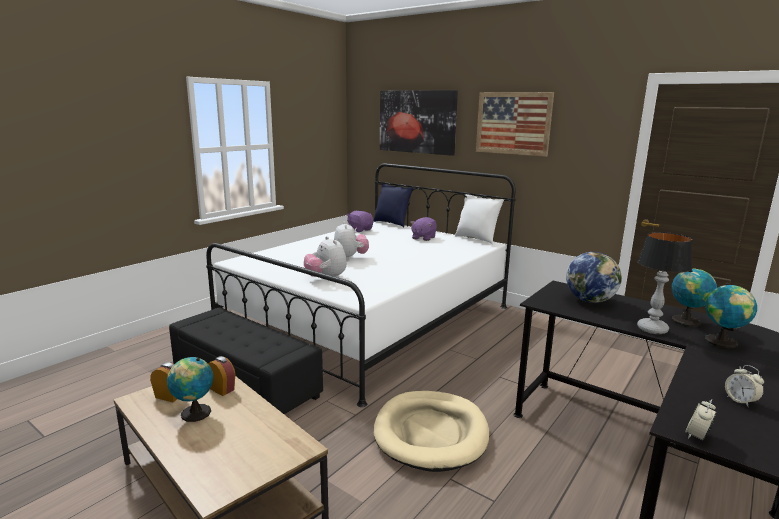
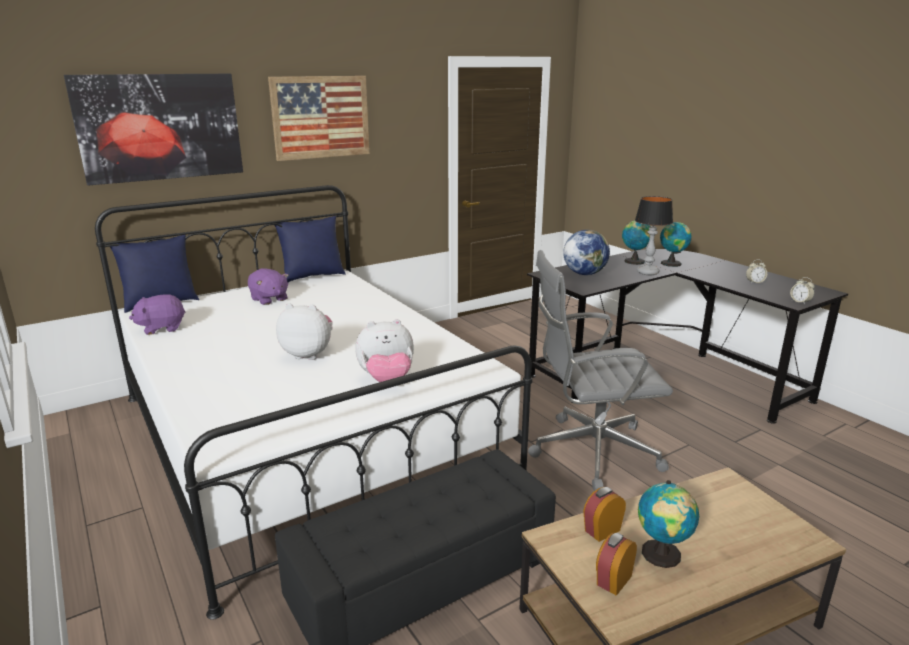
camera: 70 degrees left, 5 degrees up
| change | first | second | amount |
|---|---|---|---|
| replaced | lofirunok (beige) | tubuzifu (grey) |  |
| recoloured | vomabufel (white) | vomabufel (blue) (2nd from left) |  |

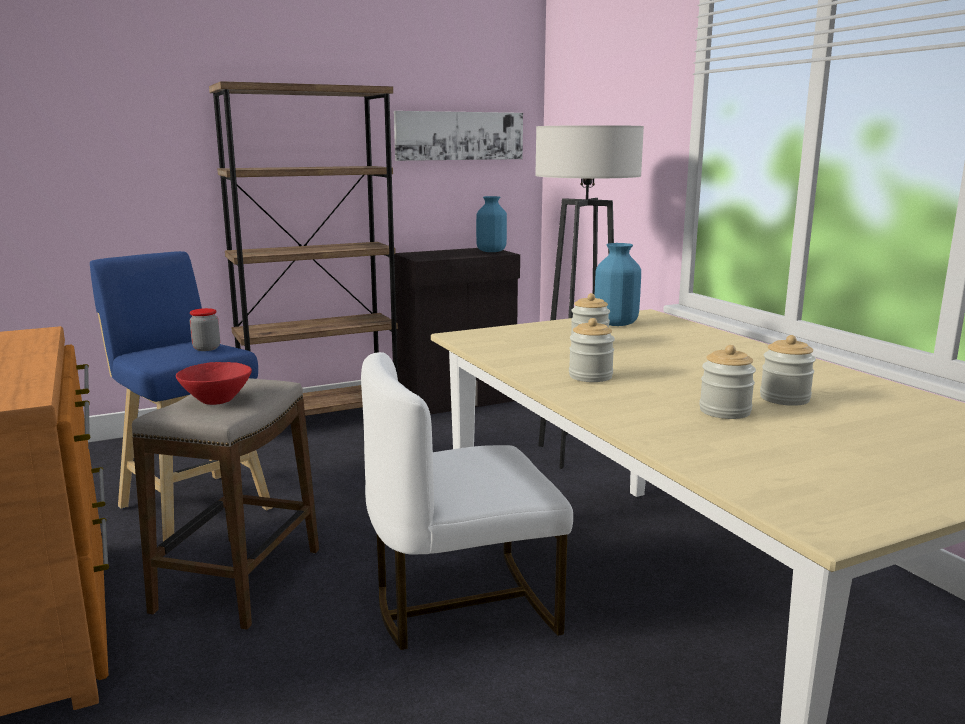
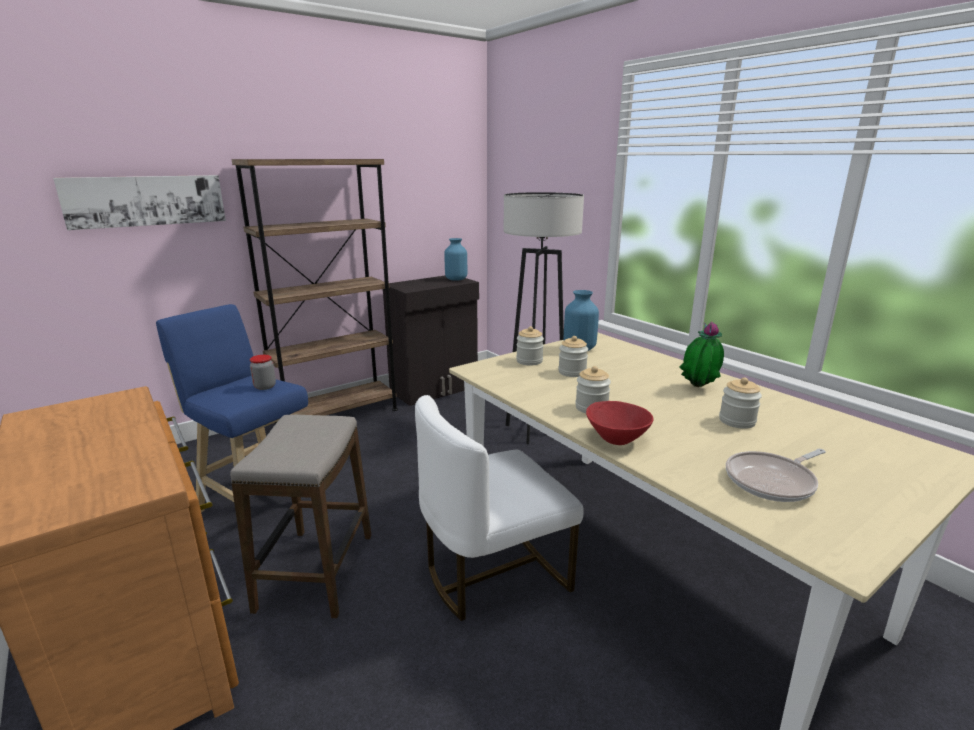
camera: 10 degrees left, 5 degrees up
| change | first | second | amount |
|---|---|---|---|
| moved | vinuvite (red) |  |  |
| moved | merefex |  |  |
| moved | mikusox (4th from left in the first image) | mikusox (2nd from left) |  |
| added |  | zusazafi |  |
| added |  | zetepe |  |

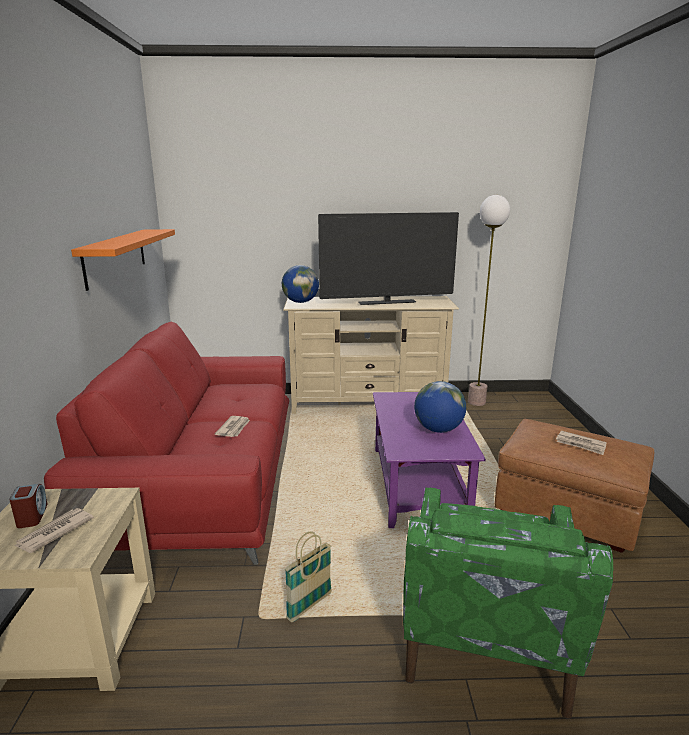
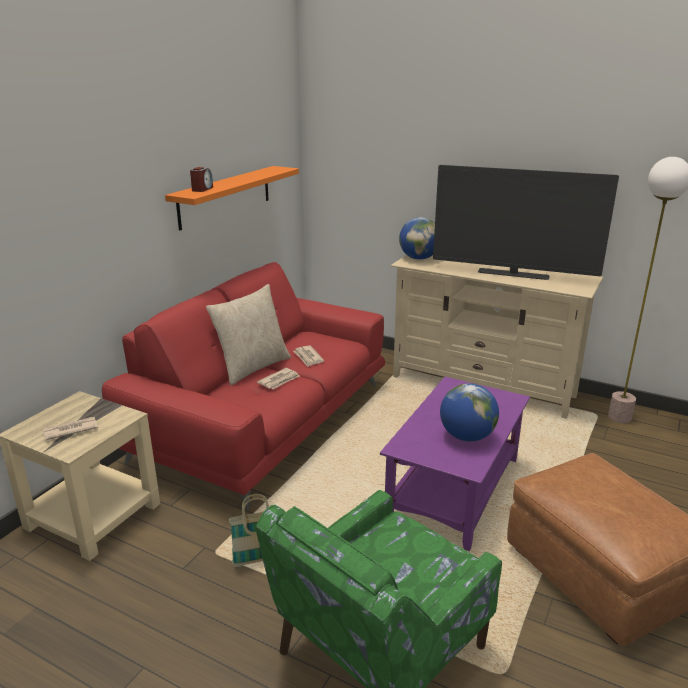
camera: 30 degrees right, 5 degrees up
| change | first | second | amount |
|---|---|---|---|
| moved | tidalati |  |  |
| moved | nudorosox (3rd from left) |  |  |
| added |  | vomabufel (beige) |  |

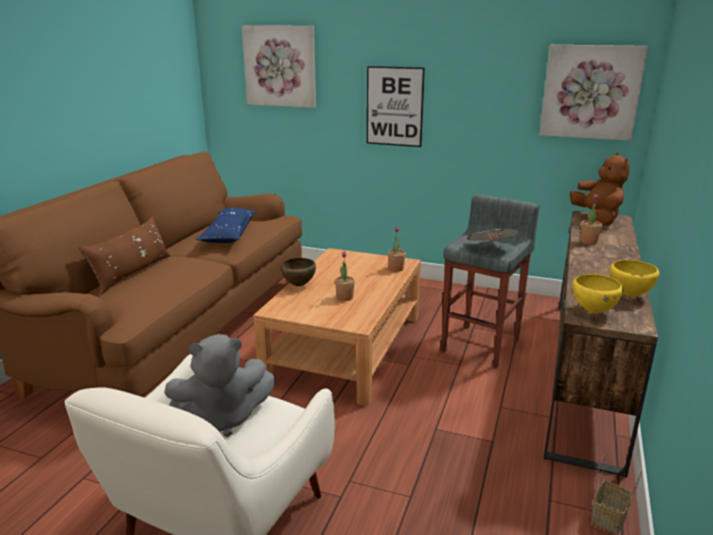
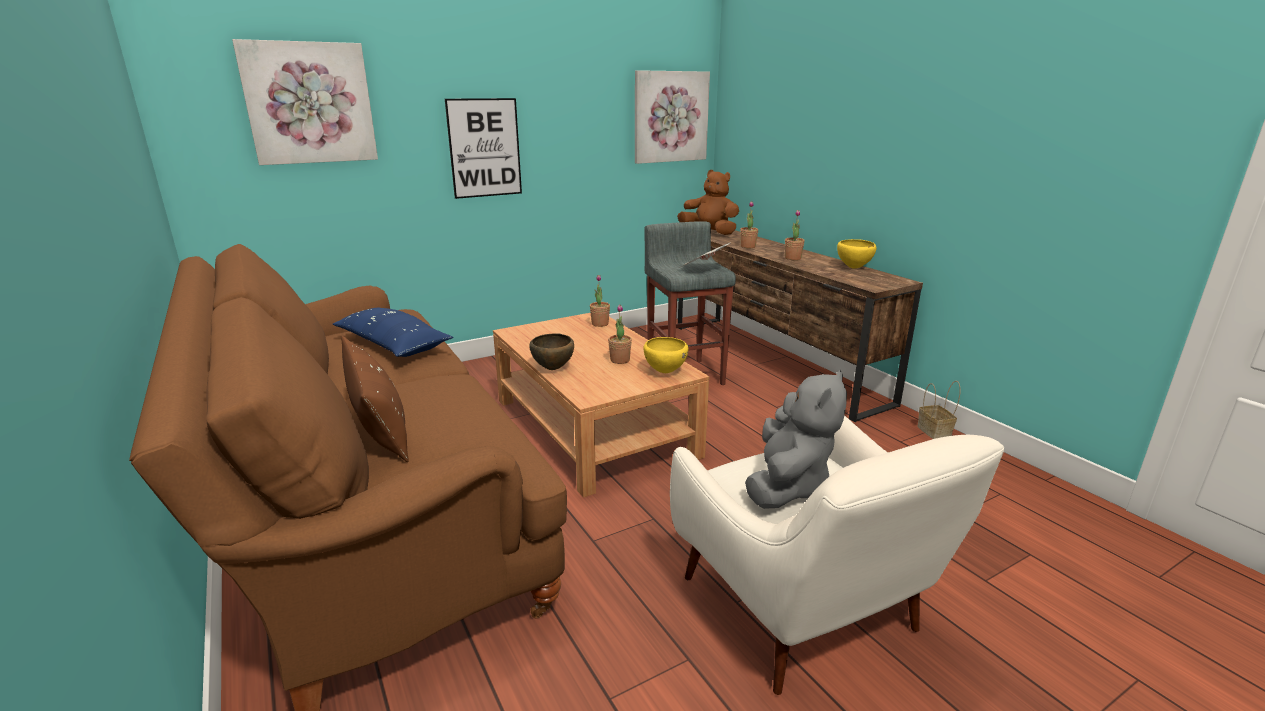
camera: 50 degrees left, 0 degrees up
| change | first | second | amount |
|---|---|---|---|
| moved | vinuvite (yellow) (1st from left) |  |  |
| added |  | zusazafi (4th from left) |  |

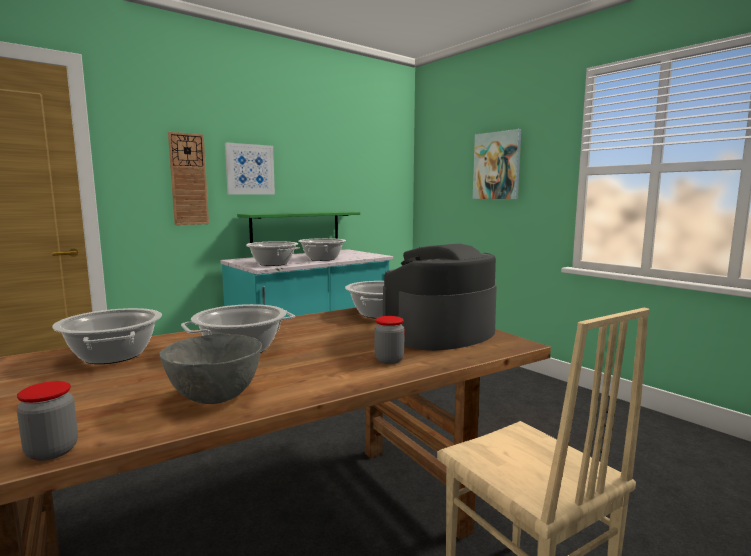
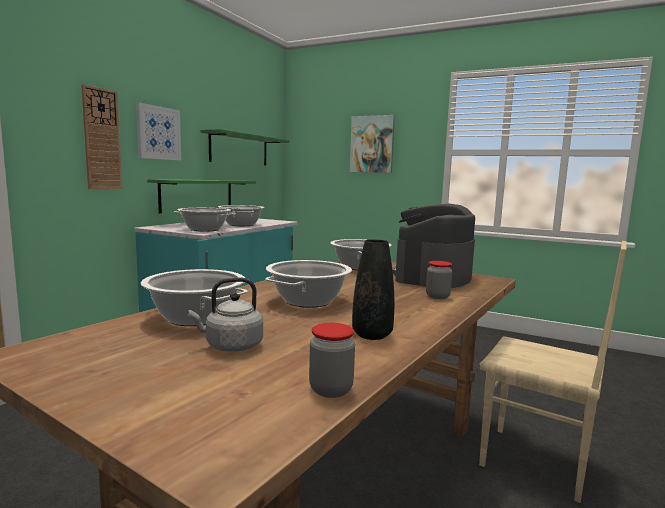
camera: 25 degrees left, 0 degrees up
| change | first | second | amount |
|---|---|---|---|
| replaced | vinuvite (grey) | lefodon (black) |  |
| added |  | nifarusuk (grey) |  |
| added |  | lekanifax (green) (2nd from left) |  |

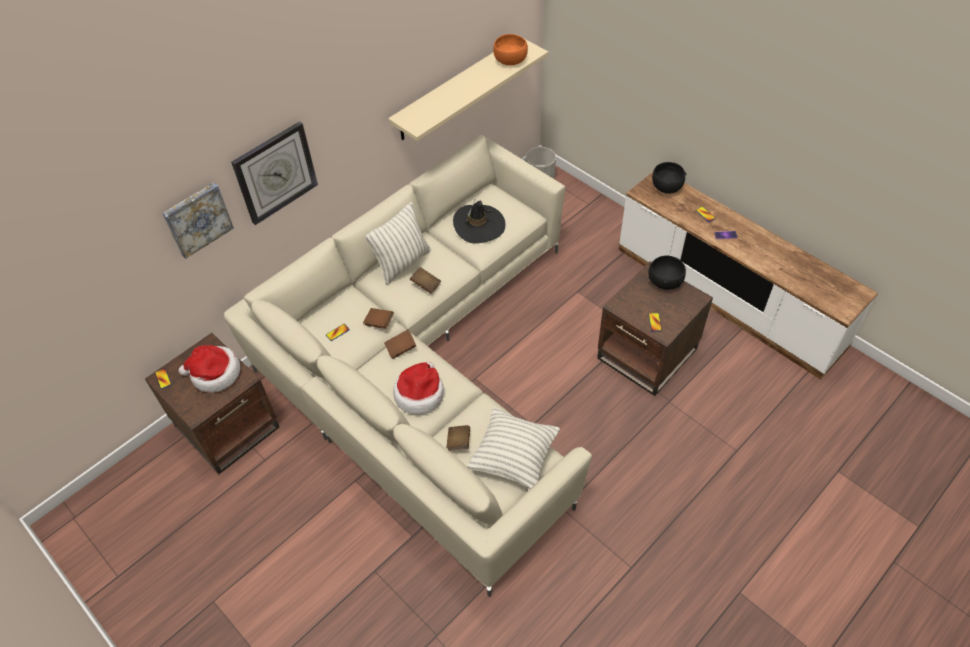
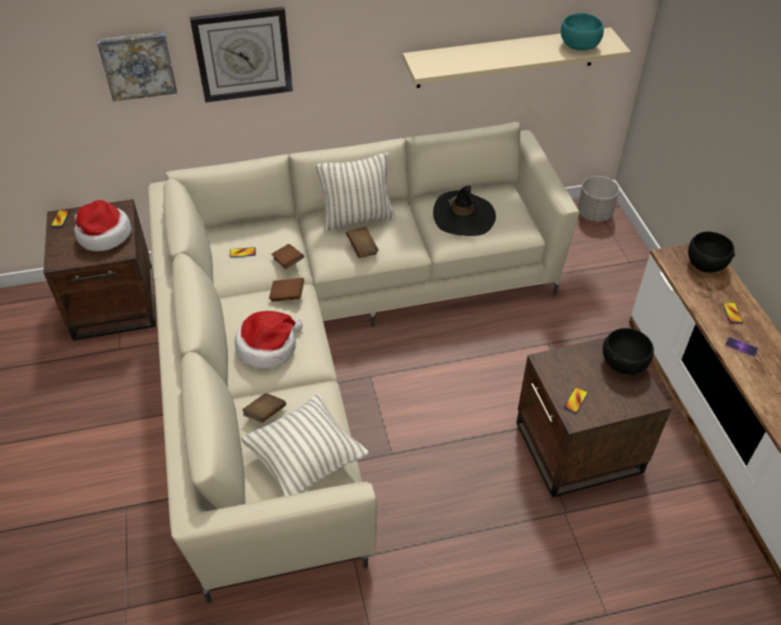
camera: 30 degrees right, 5 degrees down
| change | first | second | amount |
|---|---|---|---|
| recoloured | vinuvite (orange) | vinuvite (turquoise) |  |

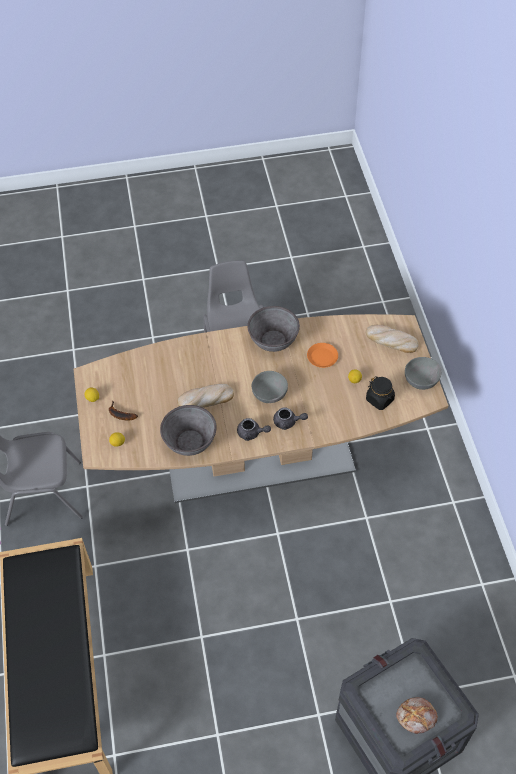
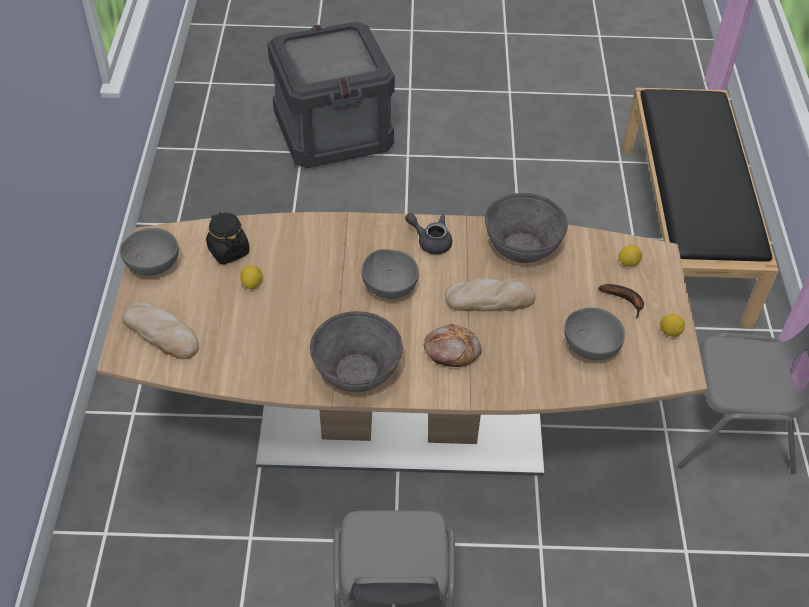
camera: 170 degrees left, 5 degrees down
| change | first | second | amount |
|---|---|---|---|
| removed | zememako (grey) (2nd from left) |  |  |
| removed | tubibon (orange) |  |  |
| moved | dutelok (3rd from left in the first image) | dutelok (2nd from left) |  |
| added |  | vinuvite (grey) (5th from left) |  |

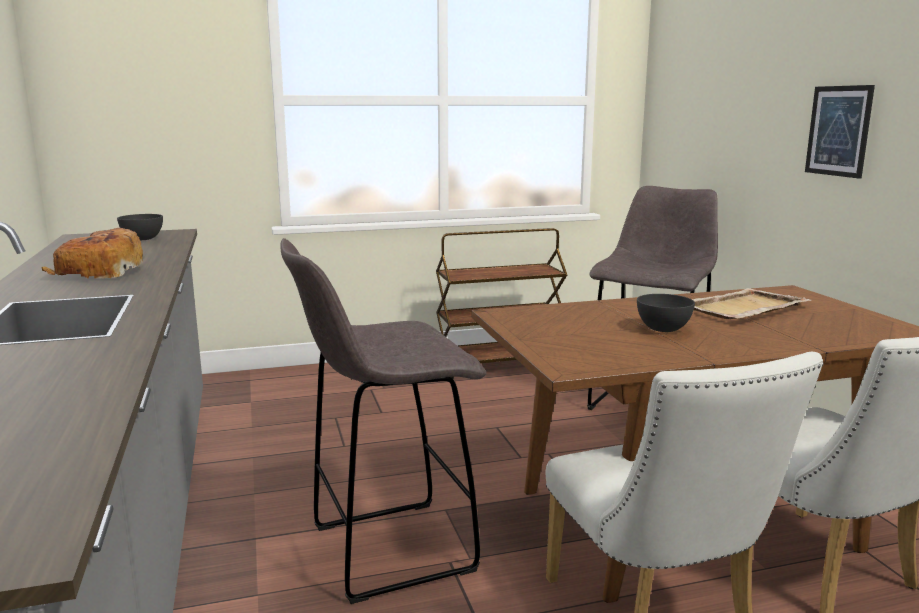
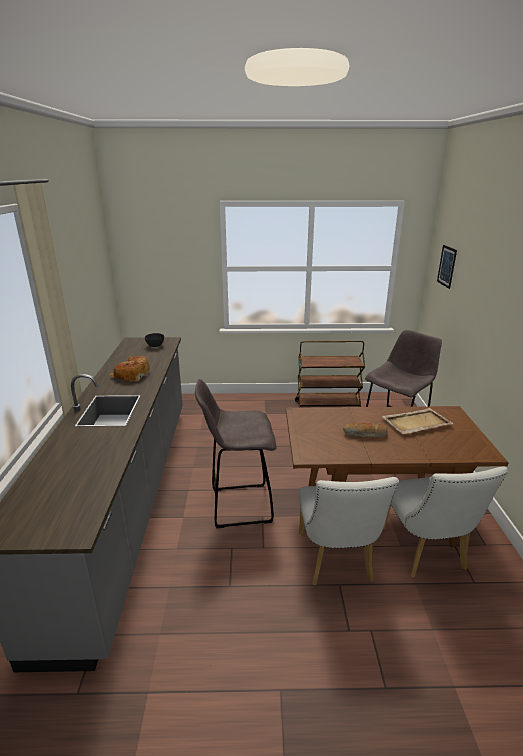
camera: 15 degrees right, 10 degrees up
| change | first | second | amount |
|---|---|---|---|
| replaced | vinuvite (grey) (2nd from left) | dutelok (2nd from left) |  |
| moved | merefex |  |  |

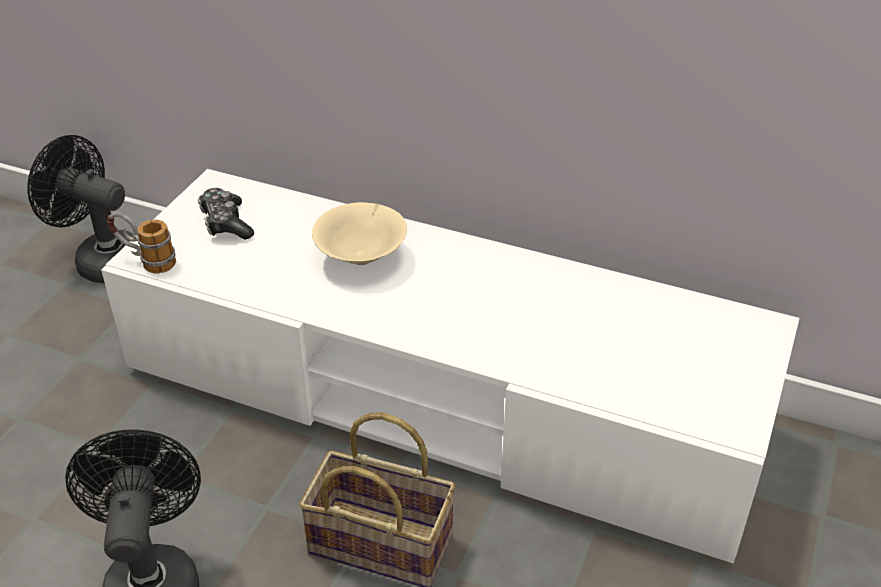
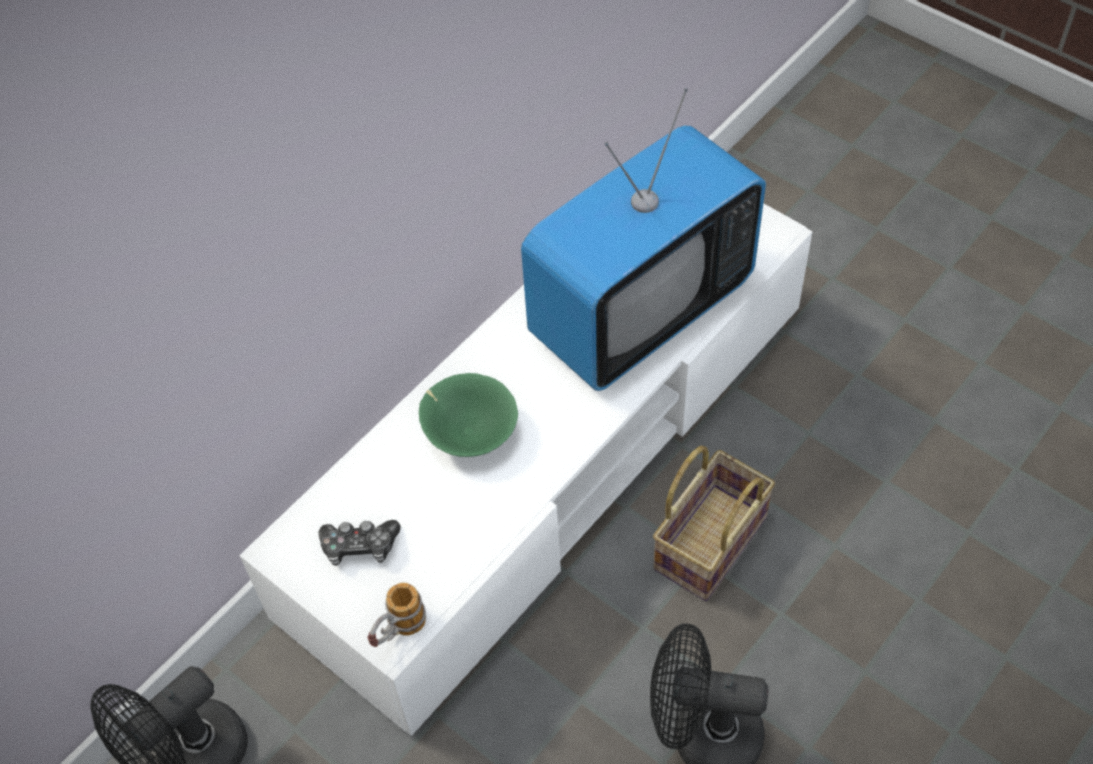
camera: 70 degrees left, 15 degrees up
| change | first | second | amount |
|---|---|---|---|
| recoloured | vinuvite (beige) | vinuvite (green) |  |
| added |  | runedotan |  |

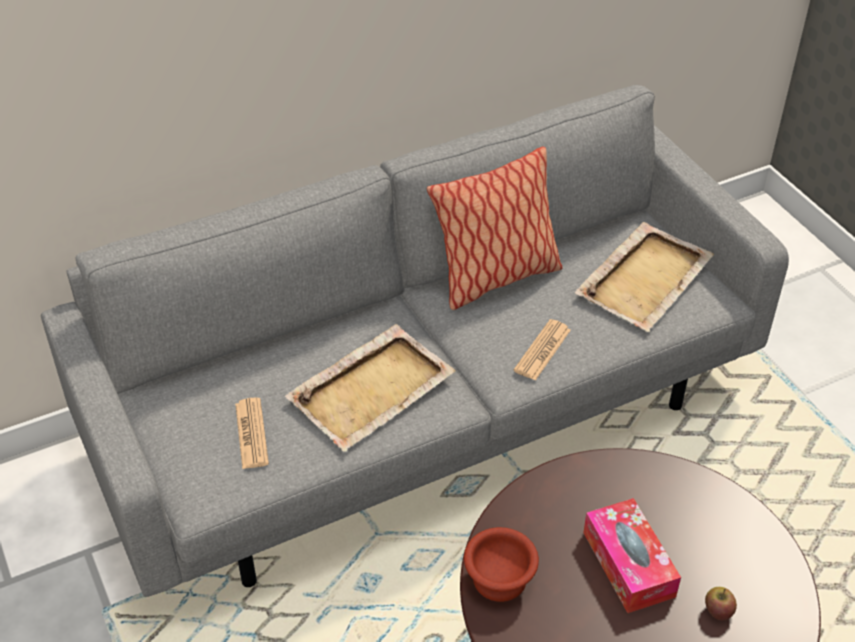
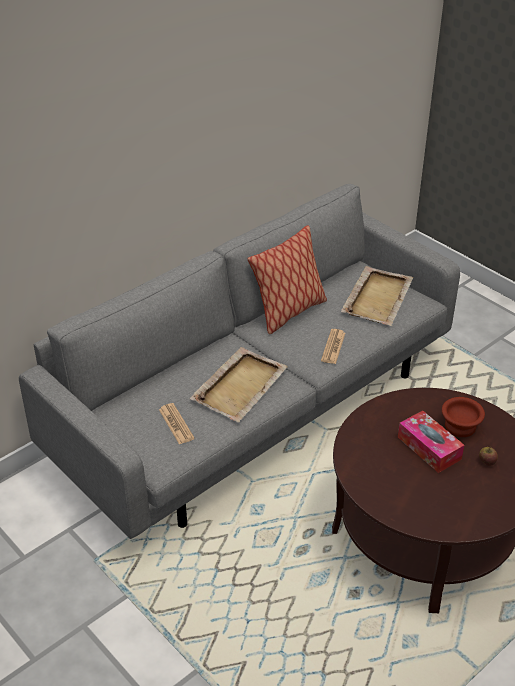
camera: 15 degrees left, 5 degrees down
| change | first | second | amount |
|---|---|---|---|
| moved | vinuvite (brown) |  |  |

